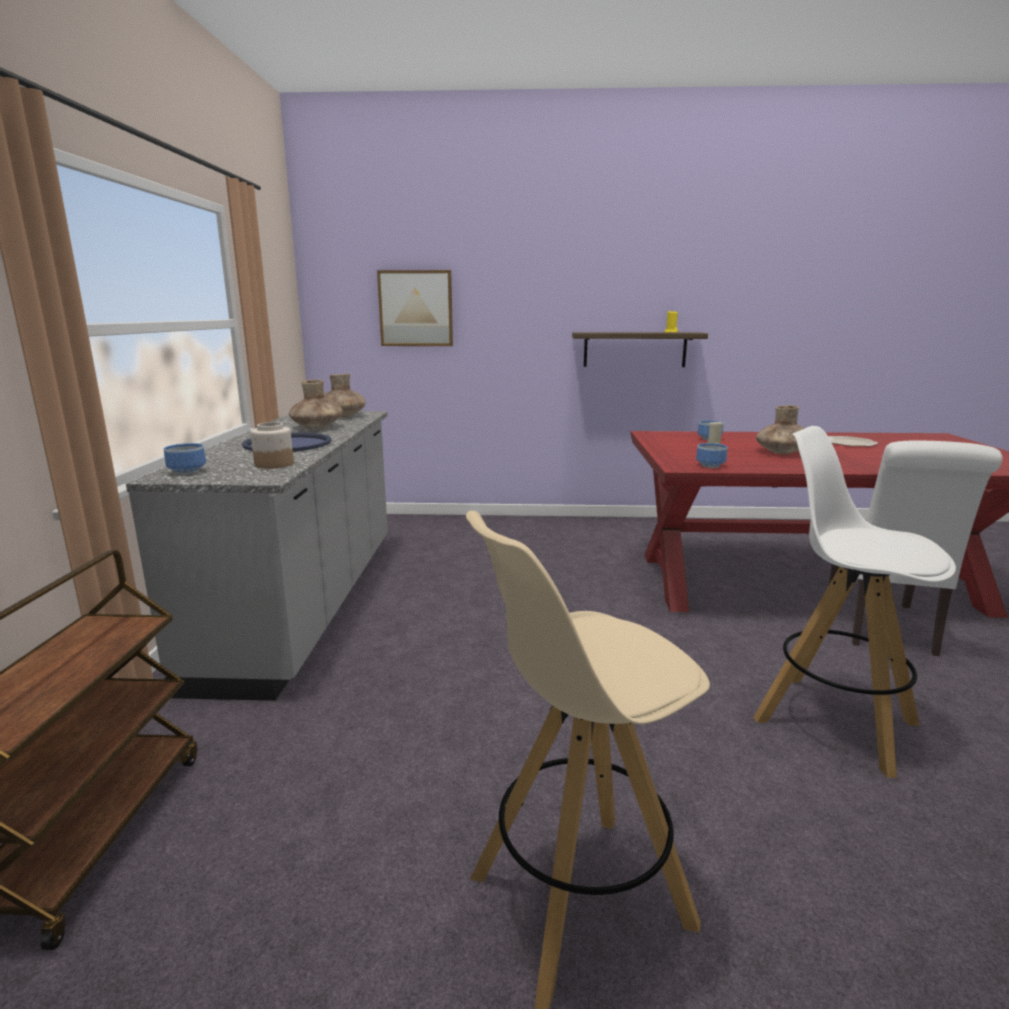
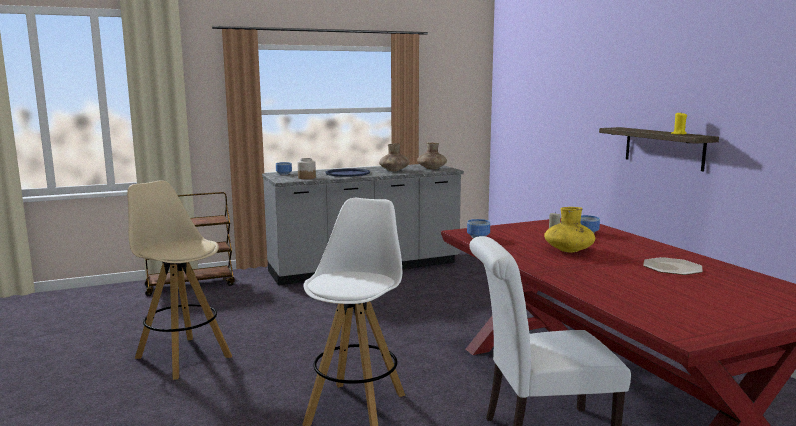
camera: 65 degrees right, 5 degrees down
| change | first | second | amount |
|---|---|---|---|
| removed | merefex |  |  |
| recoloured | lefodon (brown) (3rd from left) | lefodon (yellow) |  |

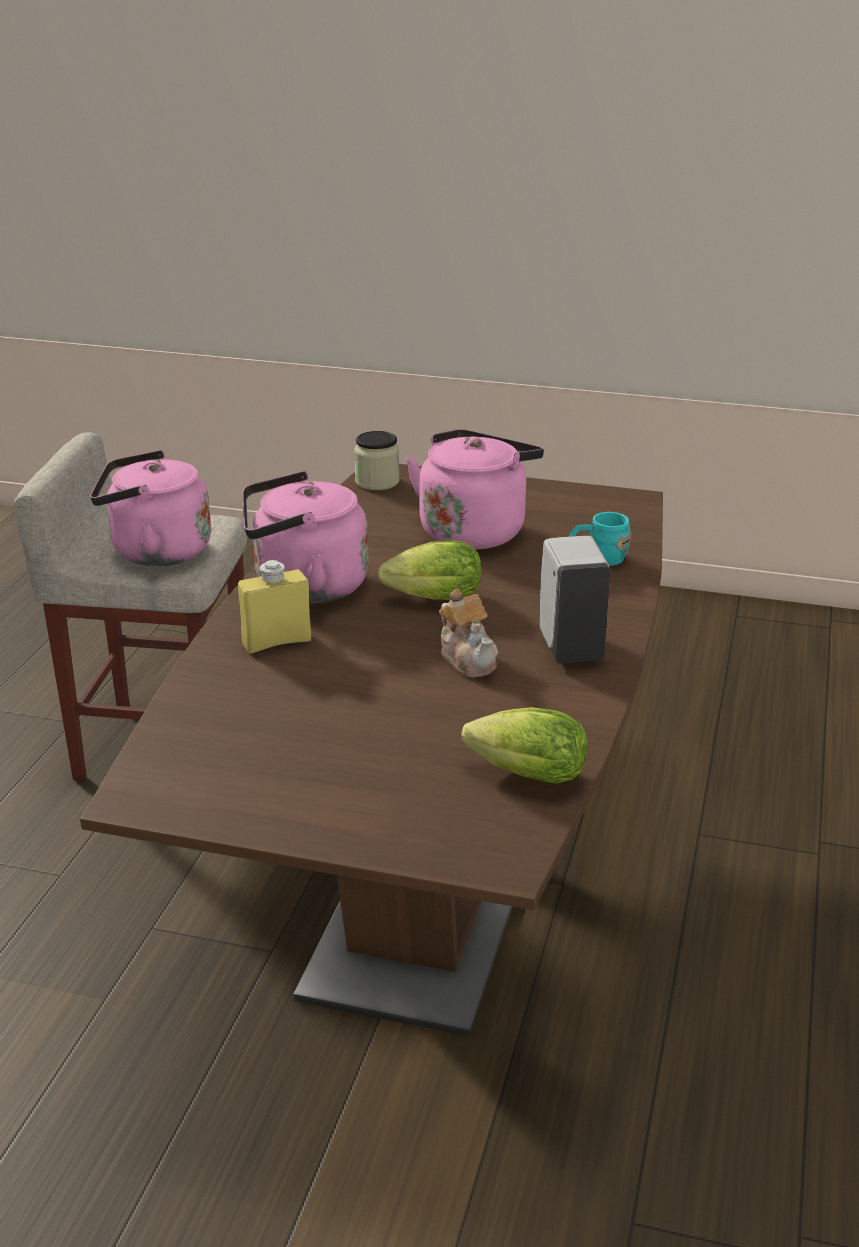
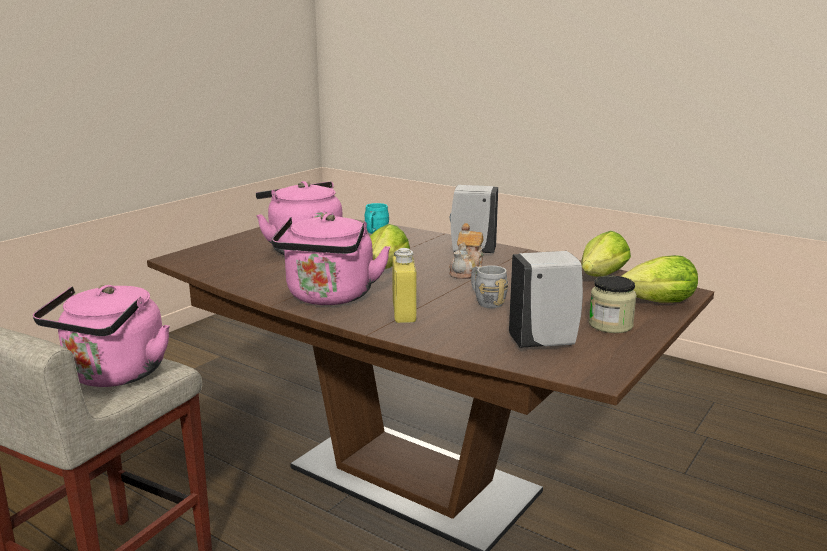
camera: 70 degrees left, 10 degrees down
| change | first | second | amount |
|---|---|---|---|
| moved | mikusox |  |  |
| turned | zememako |  | 120 degrees clockwise |
| added |  | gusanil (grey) |  |
| added |  | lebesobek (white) (2nd from left) |  |
| added |  | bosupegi (3rd from left) |  |

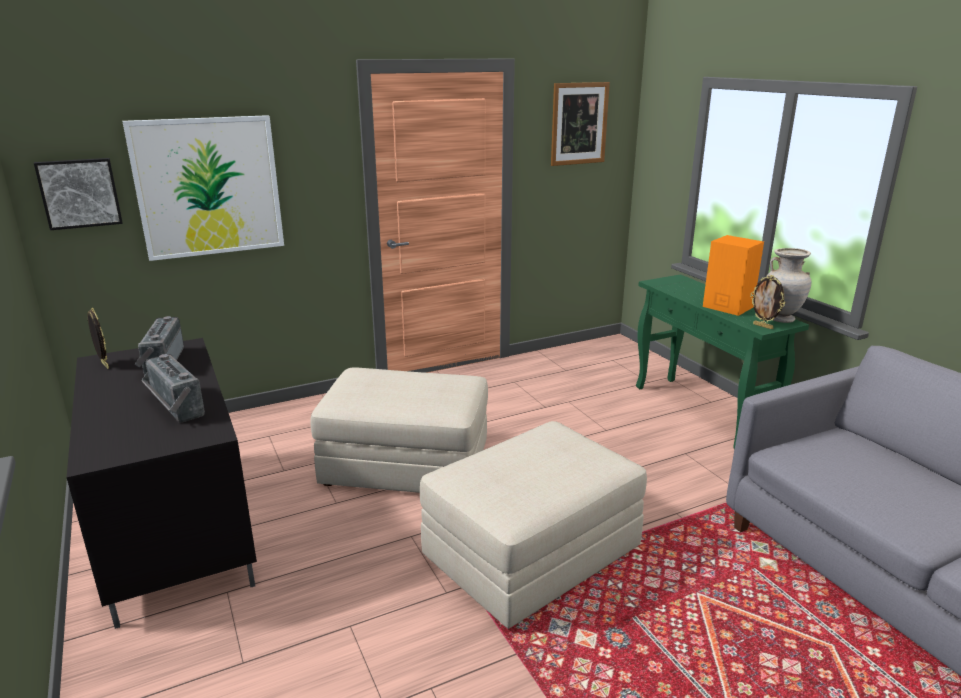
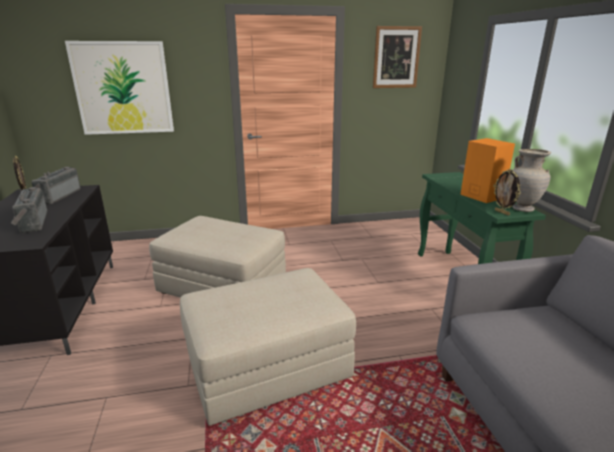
camera: 15 degrees right, 0 degrees up
| change | first | second | amount |
|---|---|---|---|
| removed | merefex (1st from left) |  |  |

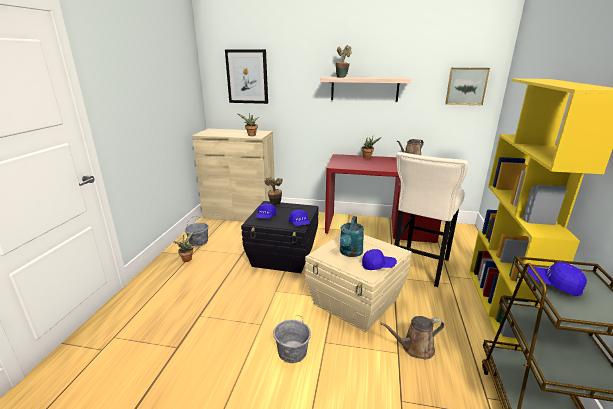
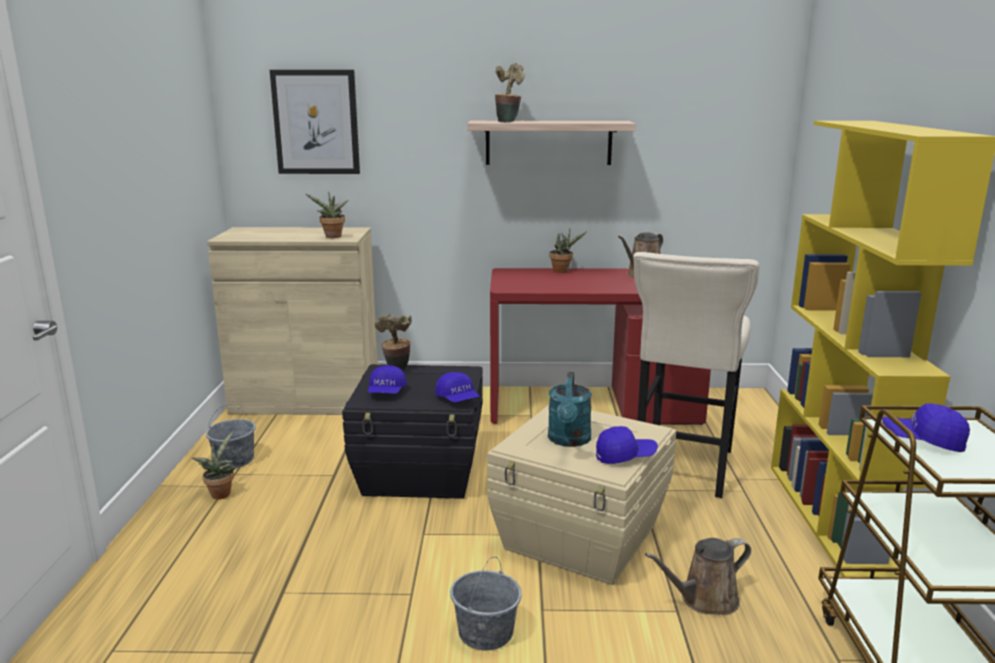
camera: 10 degrees left, 5 degrees down
| change | first | second | amount |
|---|---|---|---|
| removed | merefex (2nd from left) |  |  |

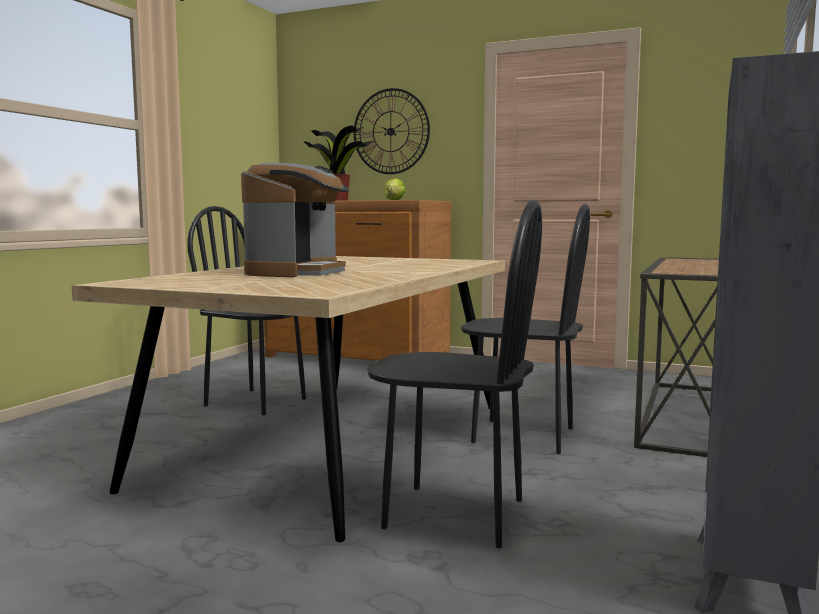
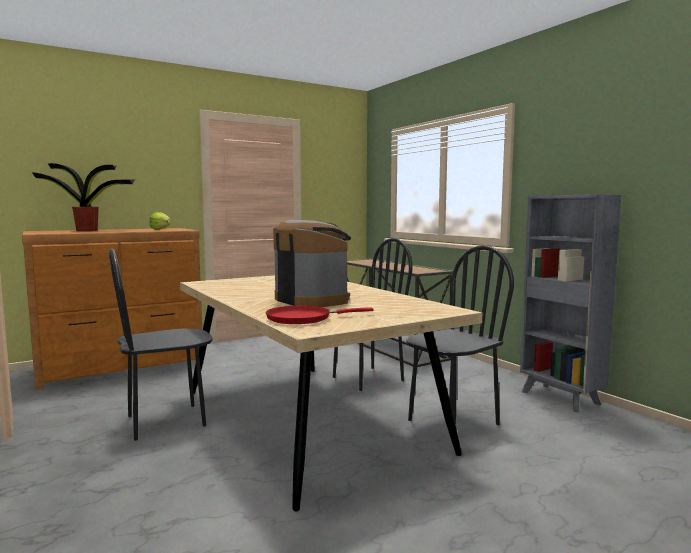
camera: 55 degrees left, 0 degrees up
| change | first | second | amount |
|---|---|---|---|
| removed | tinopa |  |  |
| added |  | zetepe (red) |  |

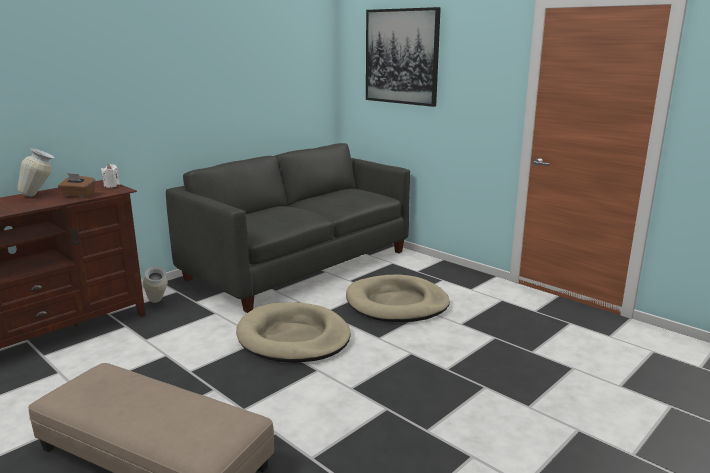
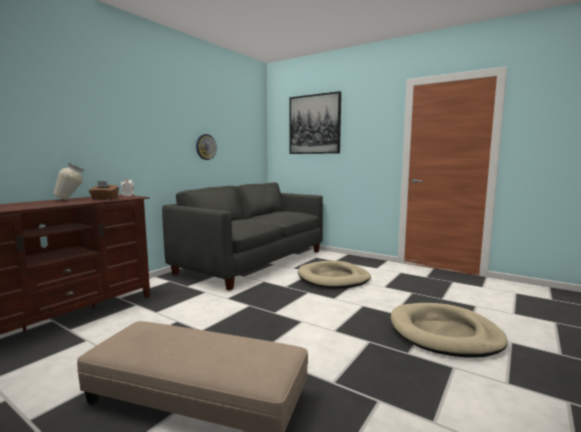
camera: 10 degrees left, 10 degrees down
| change | first | second | amount |
|---|---|---|---|
| removed | lefodon (2nd from left) |  |  |
| moved | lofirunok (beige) (1st from left in the first image) | lofirunok (beige) (2nd from left) |  |
| added |  | tinopa |  |

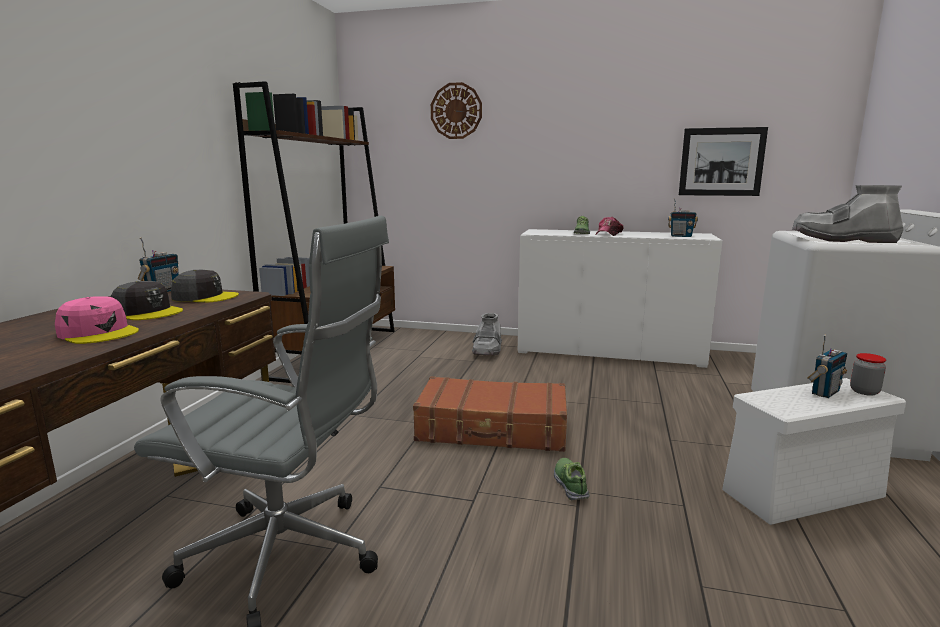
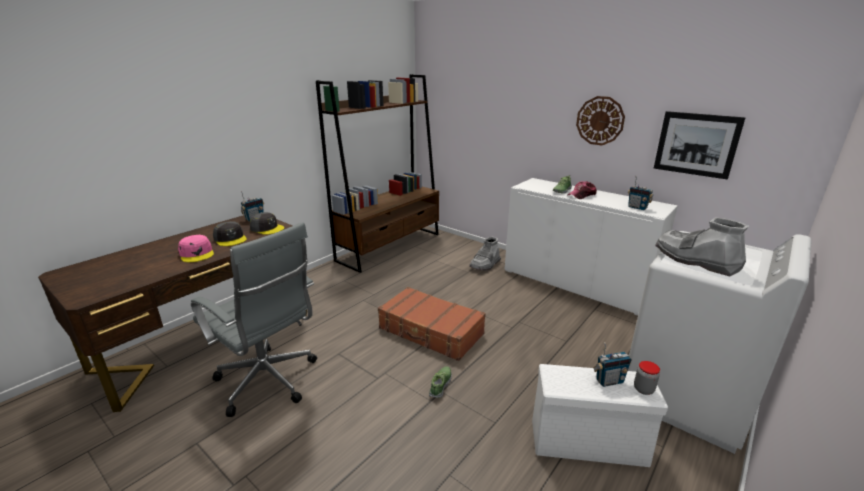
camera: 25 degrees right, 10 degrees up
| change | first | second | amount |
|---|---|---|---|
| moved | tinopa |  |  |

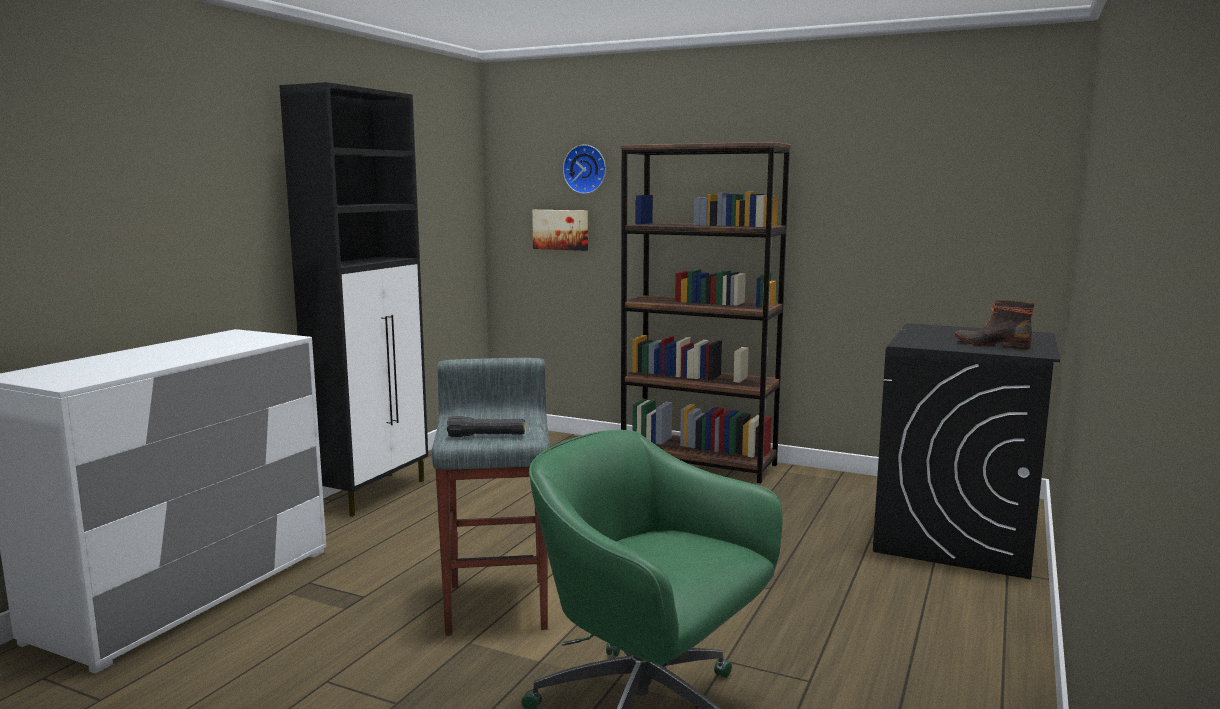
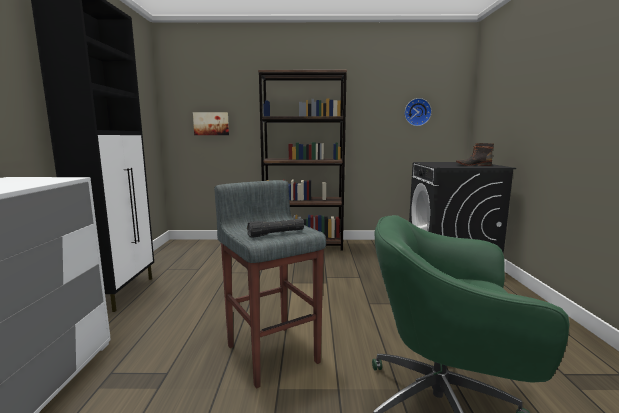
camera: 25 degrees left, 0 degrees up
| change | first | second | amount |
|---|---|---|---|
| moved | tinopa |  |  |

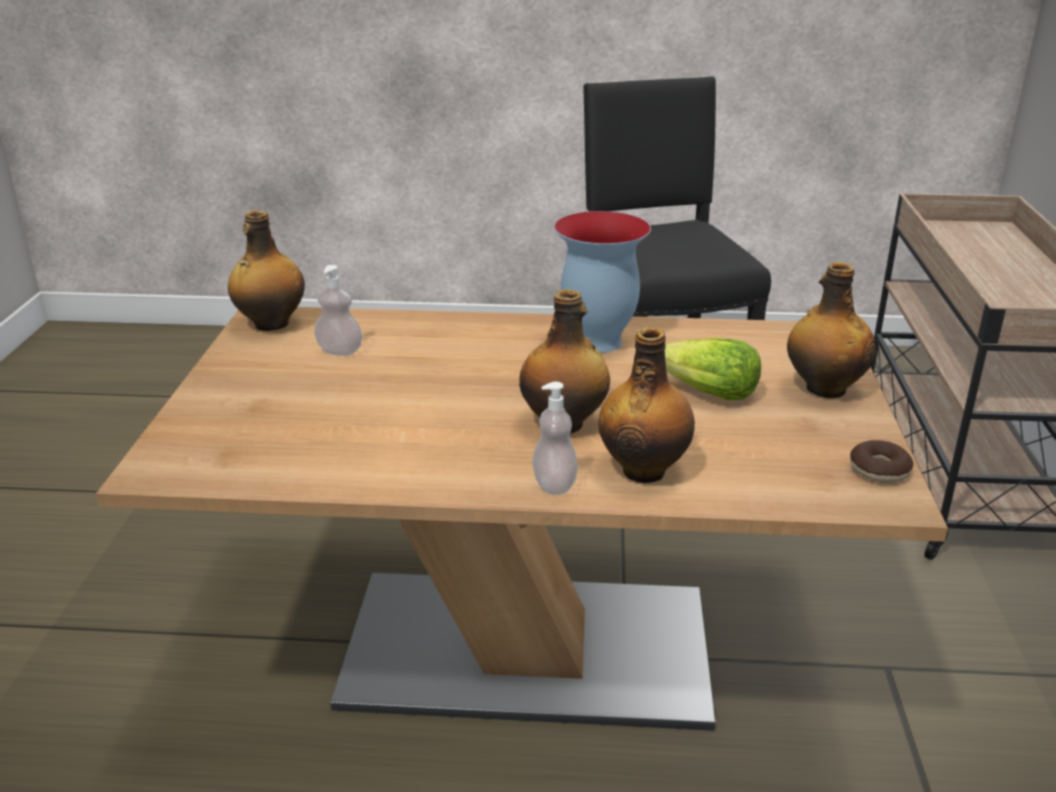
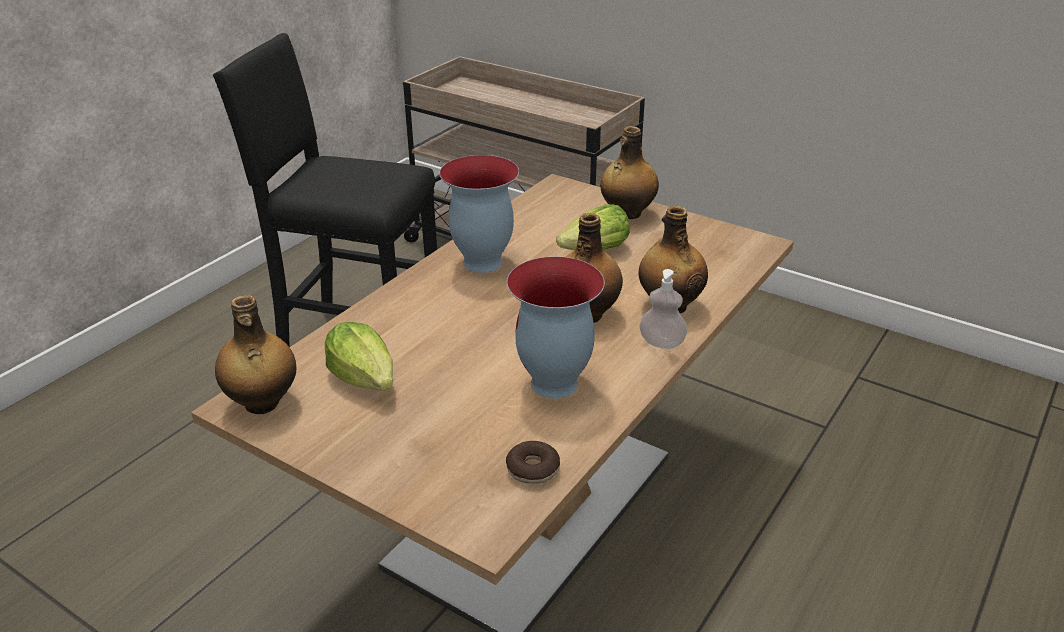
camera: 60 degrees left, 5 degrees up
| change | first | second | amount |
|---|---|---|---|
| replaced | lebesobek (1st from left) | bosupegi (1st from left) |  |
| moved | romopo |  |  |
| added |  | lefodon (2nd from left) |  |

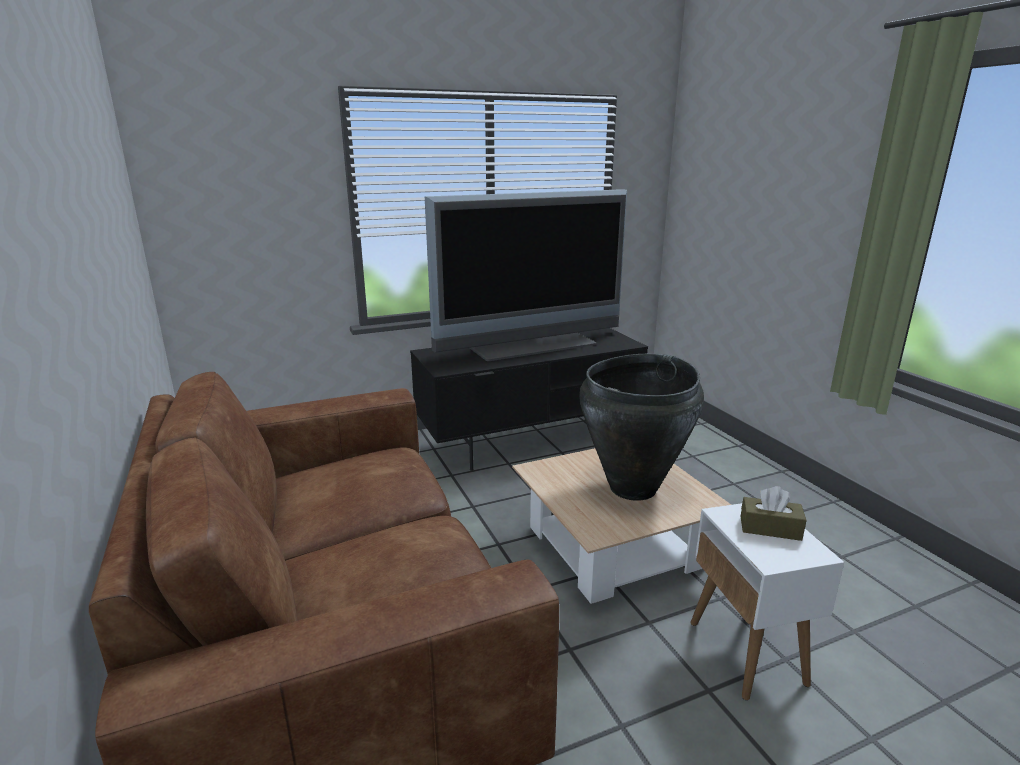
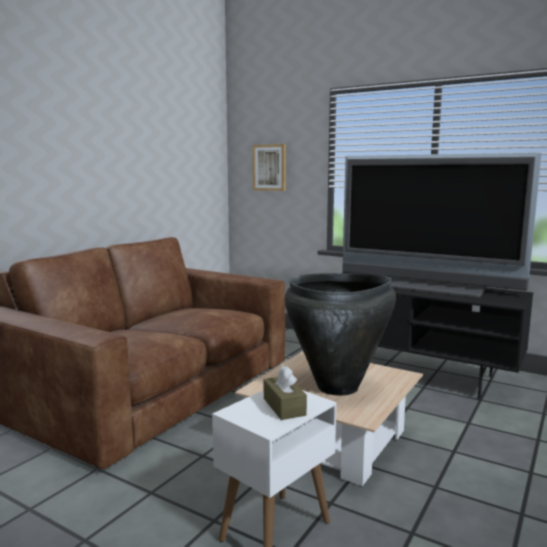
camera: 55 degrees right, 10 degrees down
| change | first | second | amount |
|---|---|---|---|
| added |  | merefex |  |

